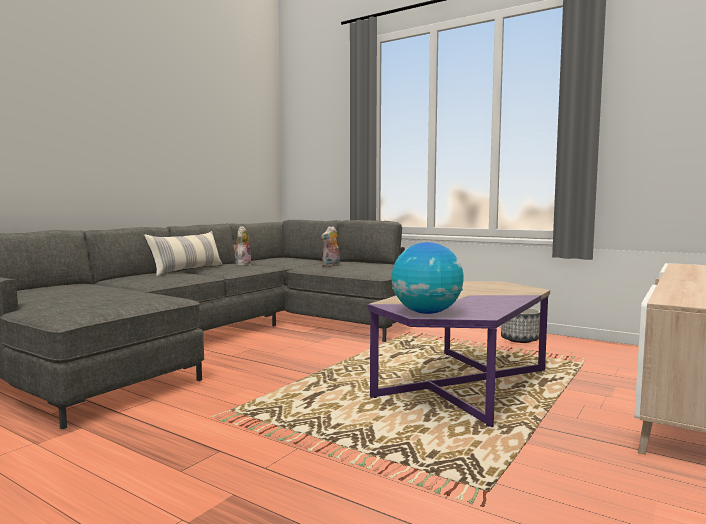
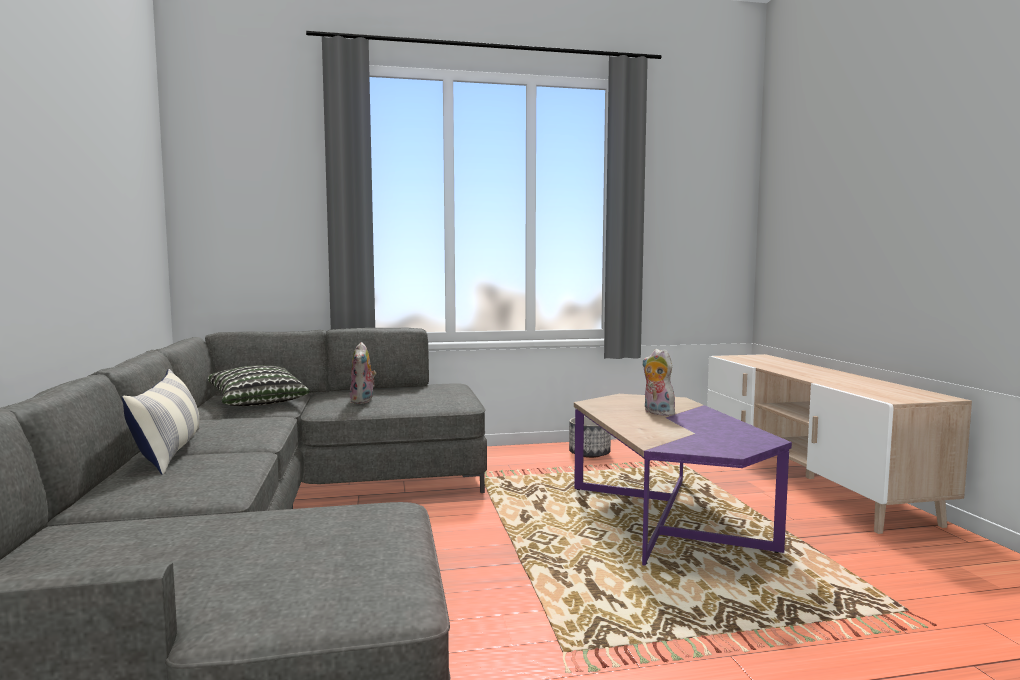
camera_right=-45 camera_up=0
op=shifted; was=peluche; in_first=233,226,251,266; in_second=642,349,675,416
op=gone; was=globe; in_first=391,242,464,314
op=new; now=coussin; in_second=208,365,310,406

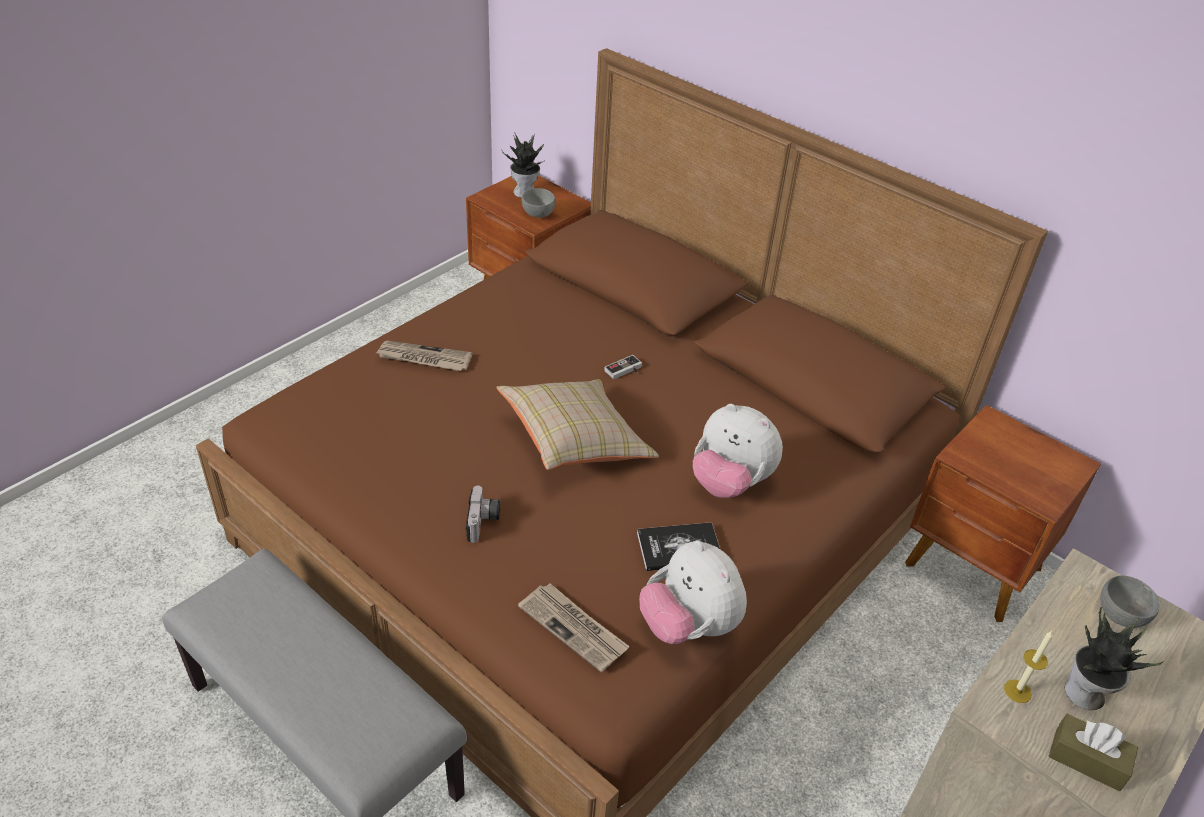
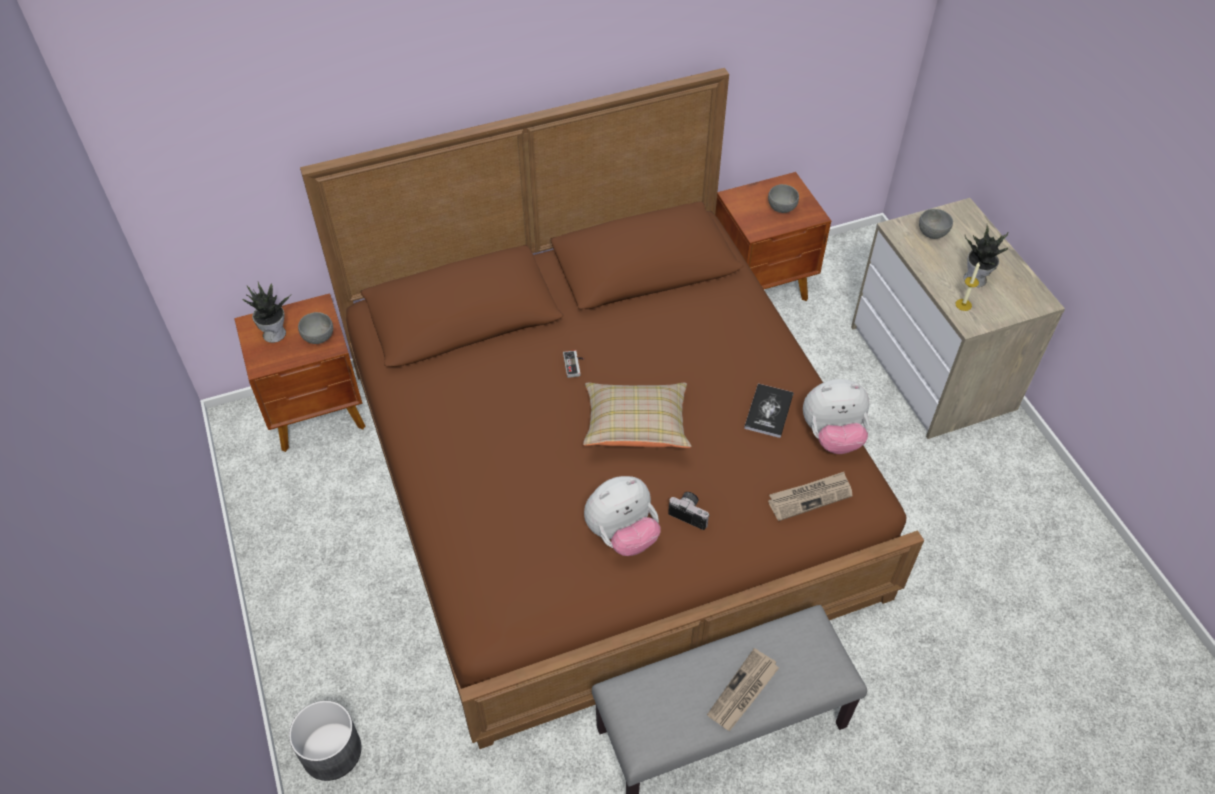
camera_right=-60 camera_up=10
op=shifted; was=journal; in_first=376,341,472,371; in_second=707,648,779,731
op=shifted; was=peluche; in_first=693,404,783,498; in_second=584,476,661,556
op=gone; was=boîte à mouchoirs (marron); in_first=1049,714,1138,791
op=new; now=bol (gris); in_second=768,184,799,213
op=new; now=cache-pot (gris); in_second=289,701,362,781

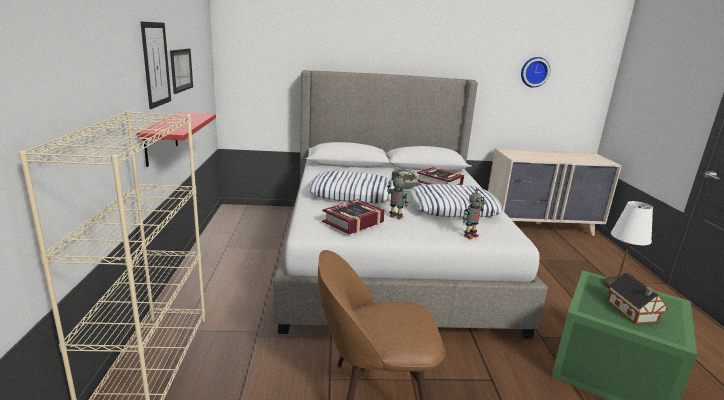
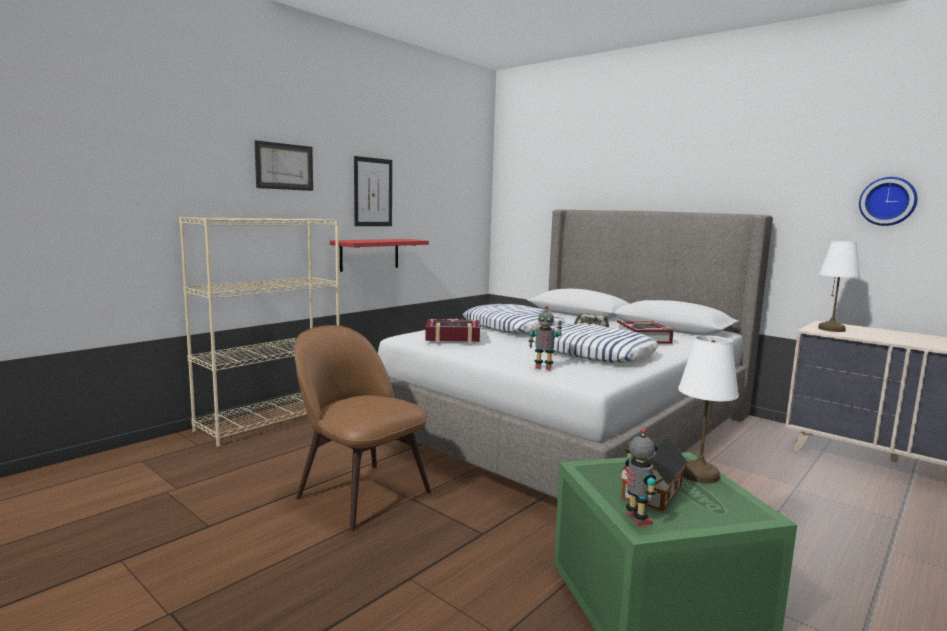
camera_right=45 camera_up=-10
op=shifted; was=tableau; in_first=170,48,193,94; in_second=254,140,313,191
op=shifted; was=robot jouet; in_first=387,173,409,219; in_second=625,428,658,526
op=new; now=lampe de table (blanc); in_second=818,241,860,332

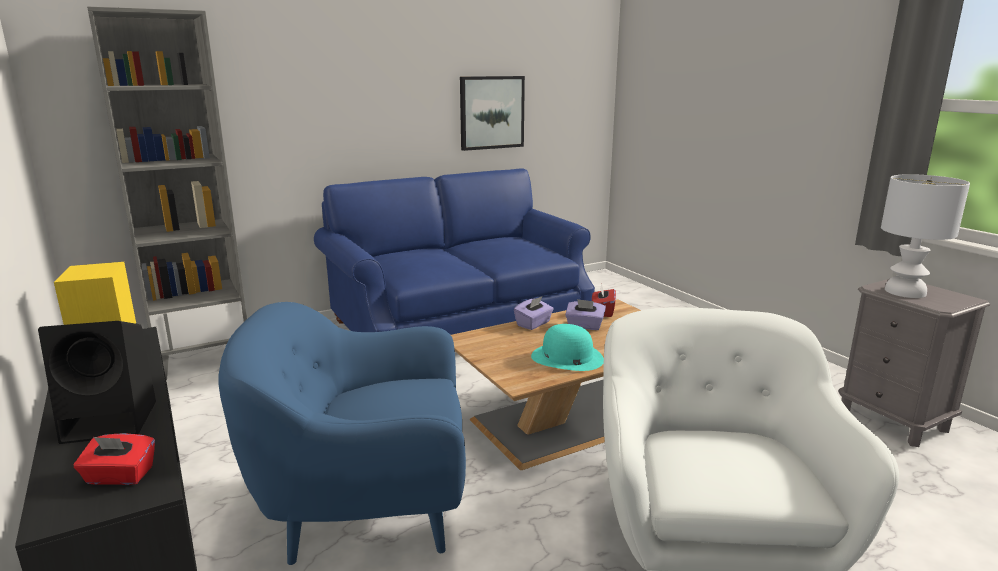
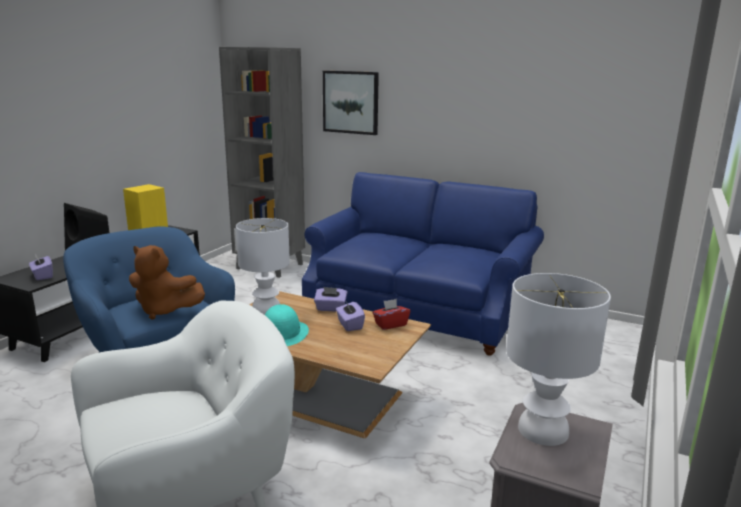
camera_right=55 camera_up=0
op=shifted; was=tableau; in_first=460,76,525,151; in_second=323,71,379,135
op=repainted; was=boîte à mouchoirs (rouge); now=boîte à mouchoirs (violet); in_first=73,433,155,485; in_second=29,253,53,280
op=new; now=lampe de table (blanc); in_second=236,218,290,315
op=new; now=peluche (marron); in_second=129,245,205,320

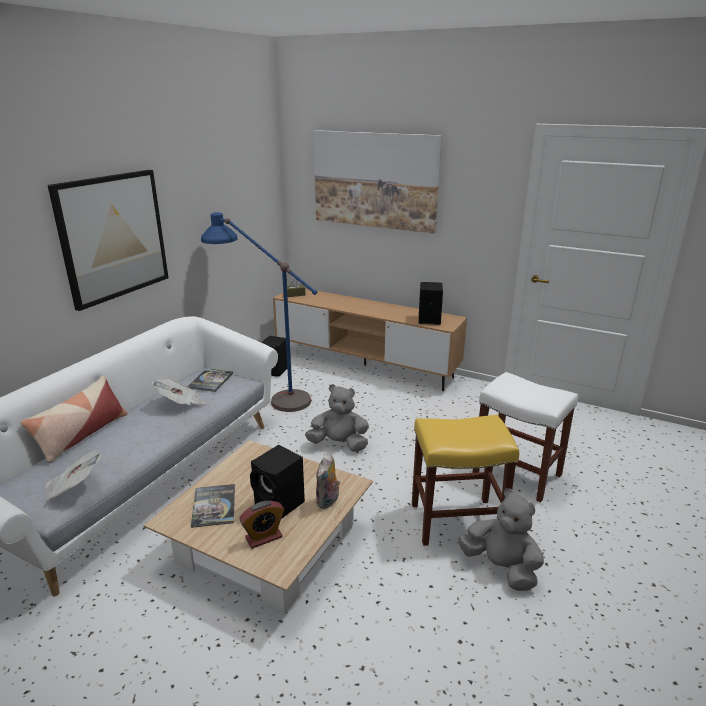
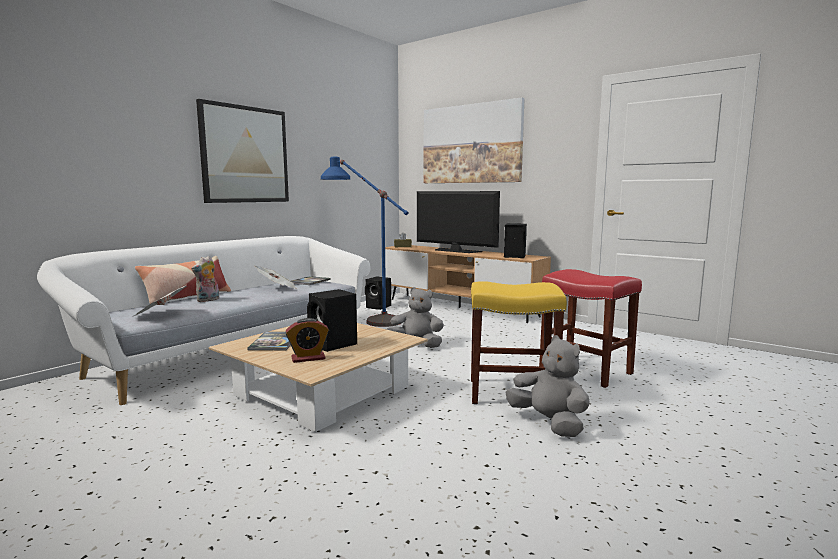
camera_right=10 camera_up=-15
op=repainted; was=tabouret (blanc); now=tabouret (rouge); in_first=472,372,578,503; in_second=539,269,642,388
op=shifted; was=peluche; in_first=316,453,340,509; in_second=191,256,219,302
op=new; now=téléviseur; in_second=417,191,500,253

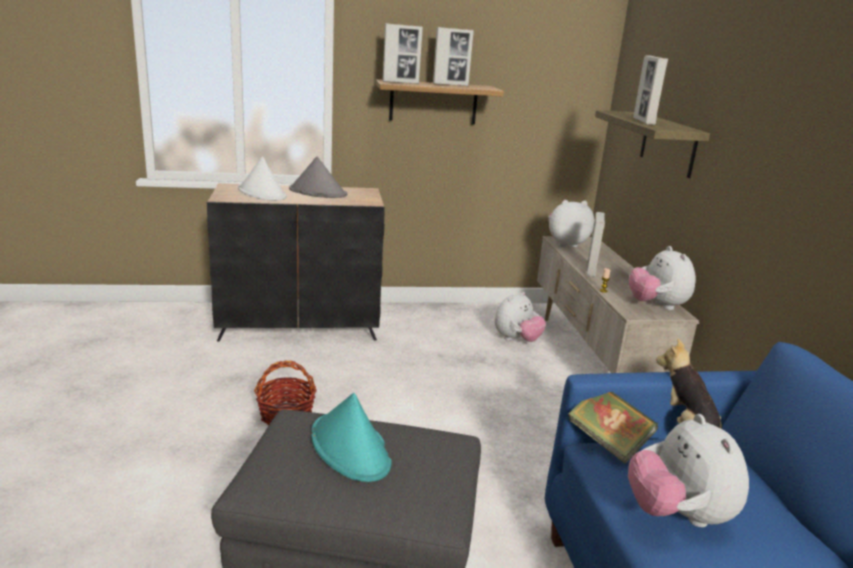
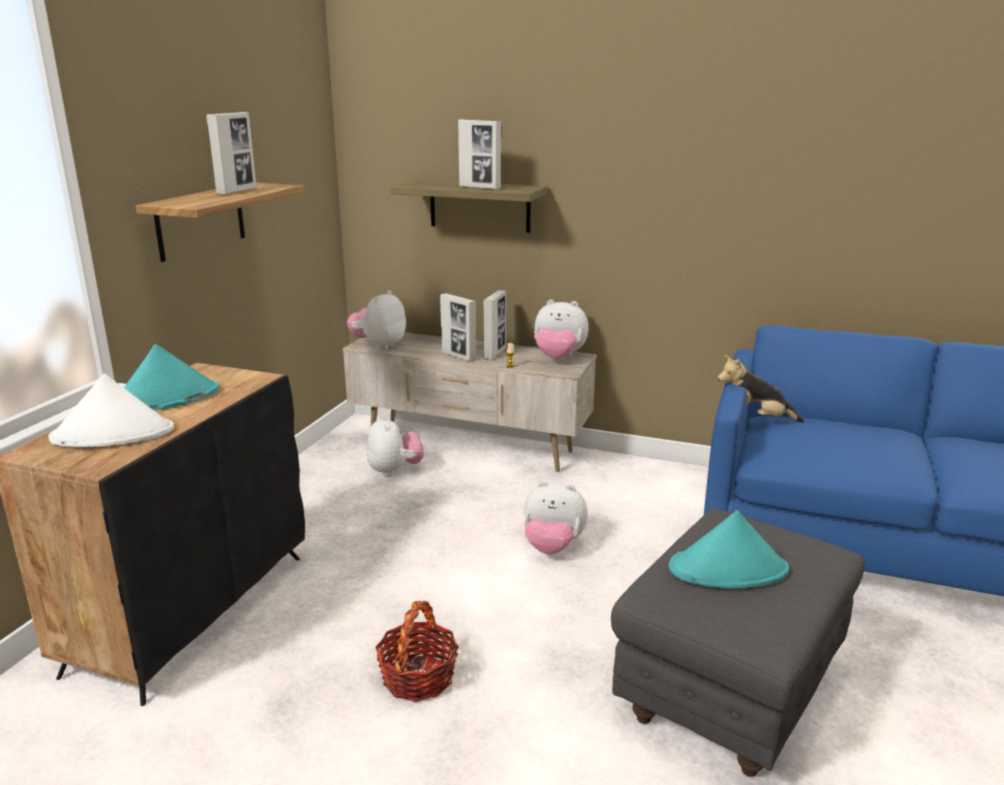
camera_right=-60 camera_up=0
op=shifted; was=cadre photo; in_first=382,23,423,84; in_second=483,290,506,360
op=repainted; was=chapeau (gris); now=chapeau (turquoise); in_first=289,156,347,198; in_second=124,344,219,410
op=gone; was=livre; in_first=568,392,658,464
op=shifted; was=peluche; in_first=628,414,749,527; in_second=524,481,588,554

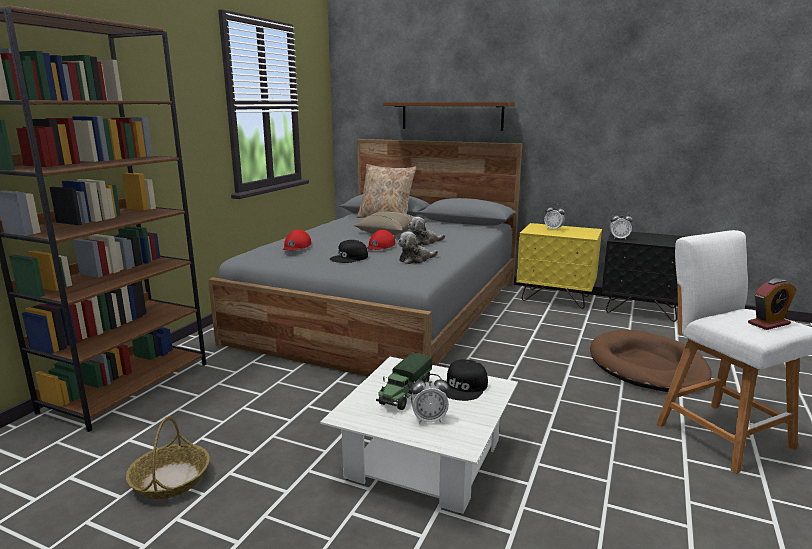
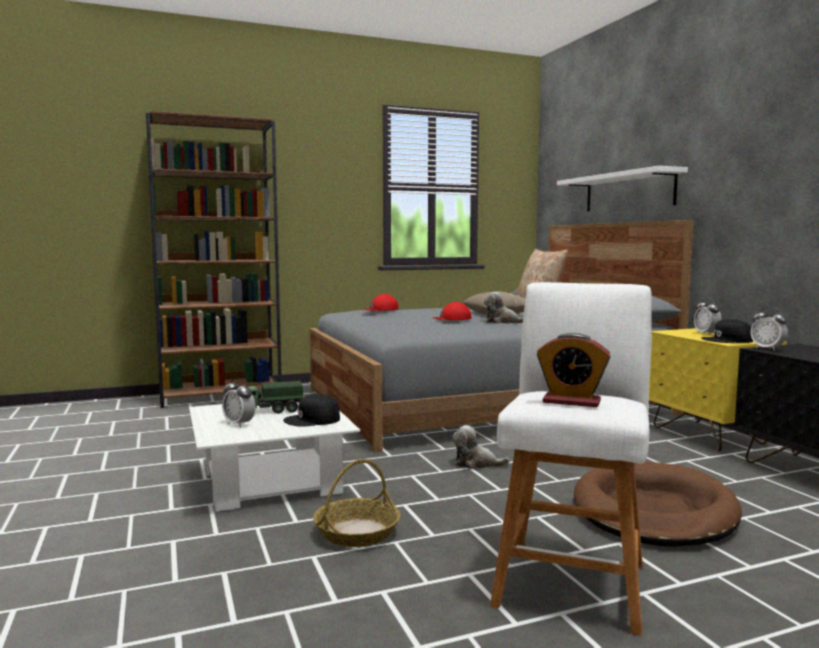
camera_right=45 camera_up=-10
op=repainted; was=étagère (marron); now=étagère (blanc); in_first=383,102,515,131; in_second=557,166,688,211
op=shifted; was=peluche; in_first=398,232,438,264; in_second=452,425,510,469
op=shifted; was=casquette (noir); in_first=330,240,368,263; in_second=701,319,753,343
op=shifted; was=panier; in_first=126,416,210,499; in_second=313,459,400,547

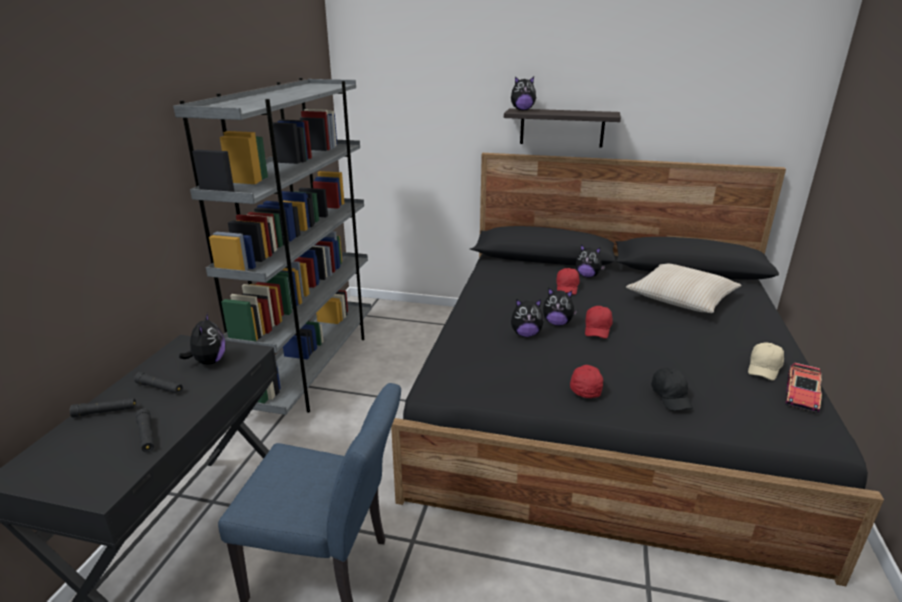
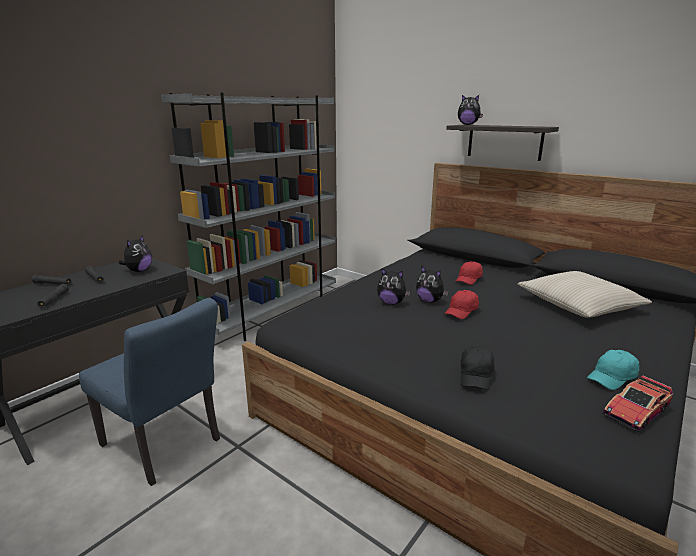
camera_right=25 camera_up=-5
op=gone; was=peluche; in_first=576,245,606,277
op=repainted; was=casquette (beige); now=casquette (turquoise); in_first=748,342,784,381; in_second=587,350,639,390
op=gone; was=casquette (rouge); in_first=570,365,603,398

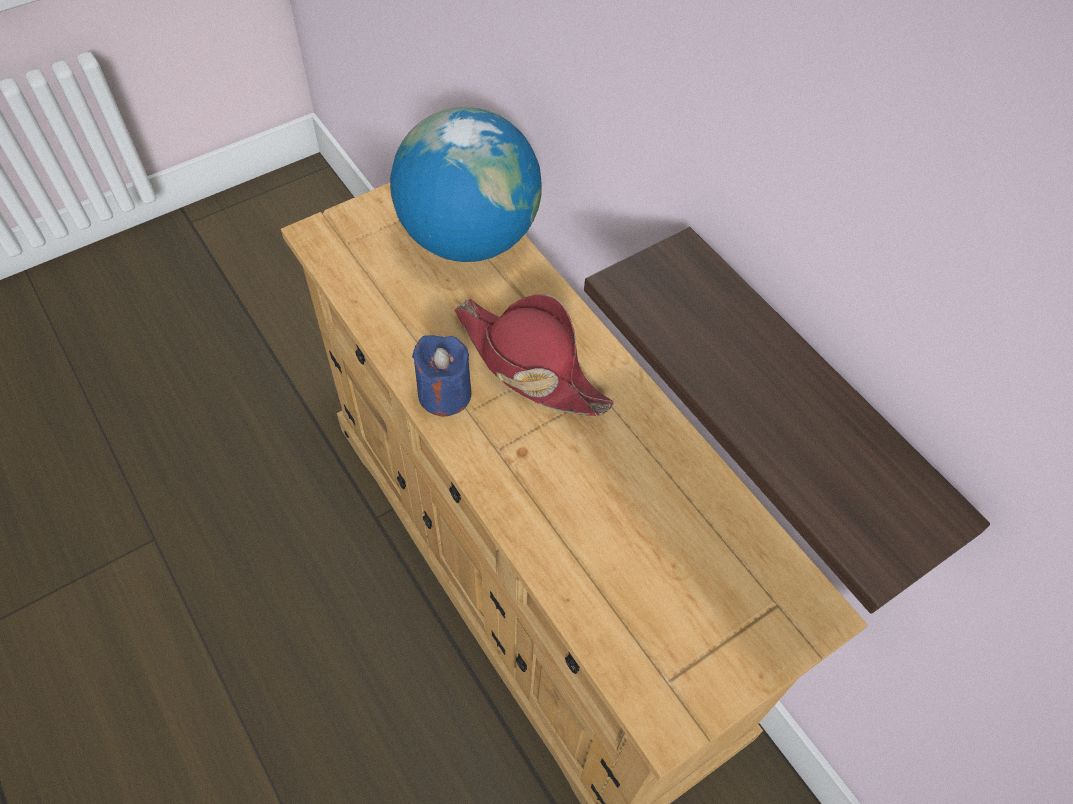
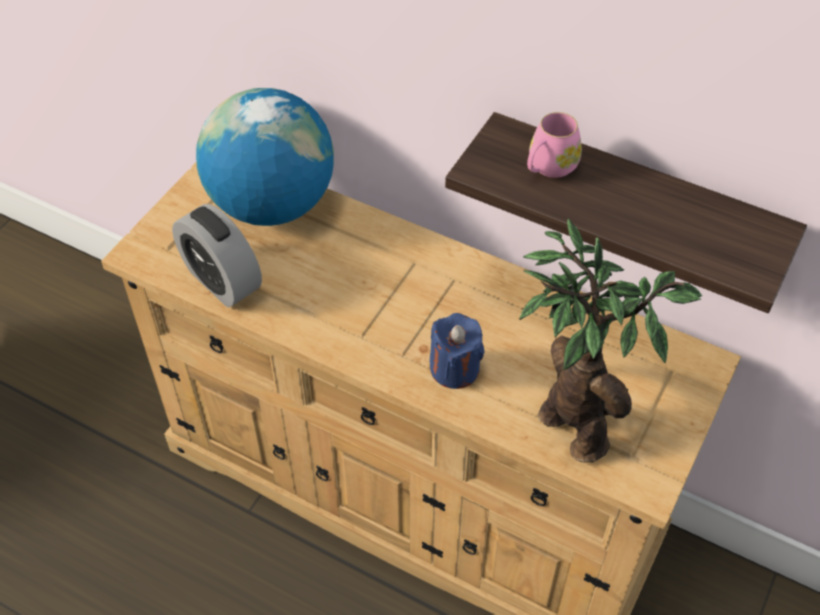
camera_right=-25 camera_up=-5
op=gone; was=chapeau (rouge); in_first=455,294,614,416
op=shifted; was=bougie (bleu); in_first=412,335,471,416; in_second=430,313,485,389
op=new; now=mug (rose); in_second=527,112,582,178
op=new; now=réveil; in_second=172,204,262,307
op=new; now=plante en pot; in_second=519,219,702,462

